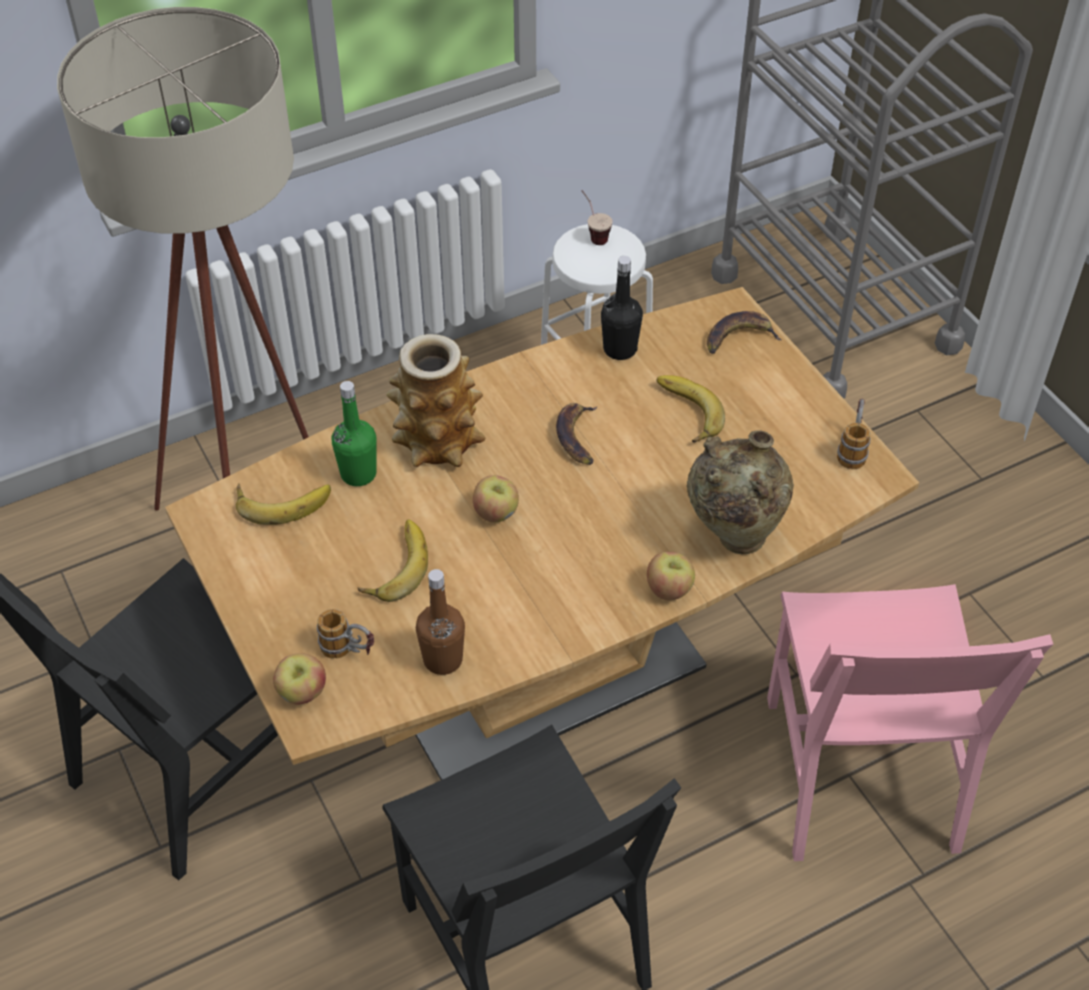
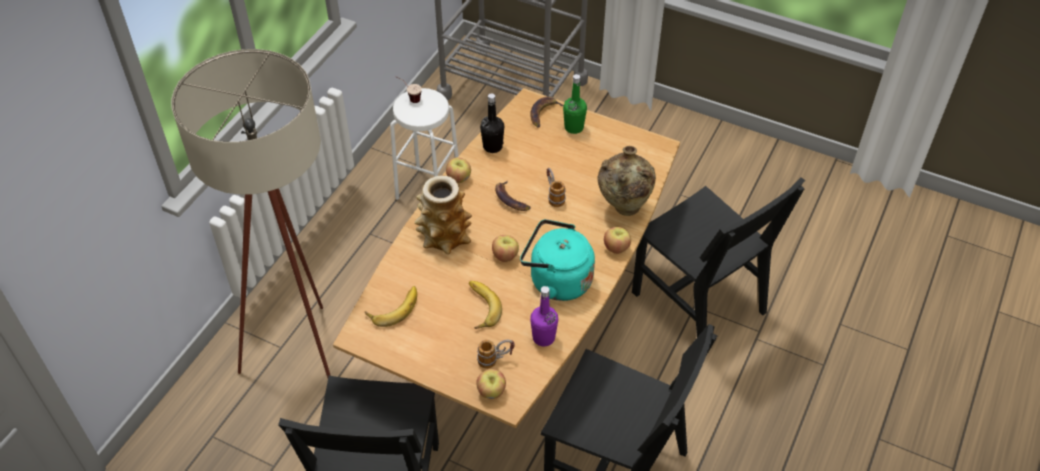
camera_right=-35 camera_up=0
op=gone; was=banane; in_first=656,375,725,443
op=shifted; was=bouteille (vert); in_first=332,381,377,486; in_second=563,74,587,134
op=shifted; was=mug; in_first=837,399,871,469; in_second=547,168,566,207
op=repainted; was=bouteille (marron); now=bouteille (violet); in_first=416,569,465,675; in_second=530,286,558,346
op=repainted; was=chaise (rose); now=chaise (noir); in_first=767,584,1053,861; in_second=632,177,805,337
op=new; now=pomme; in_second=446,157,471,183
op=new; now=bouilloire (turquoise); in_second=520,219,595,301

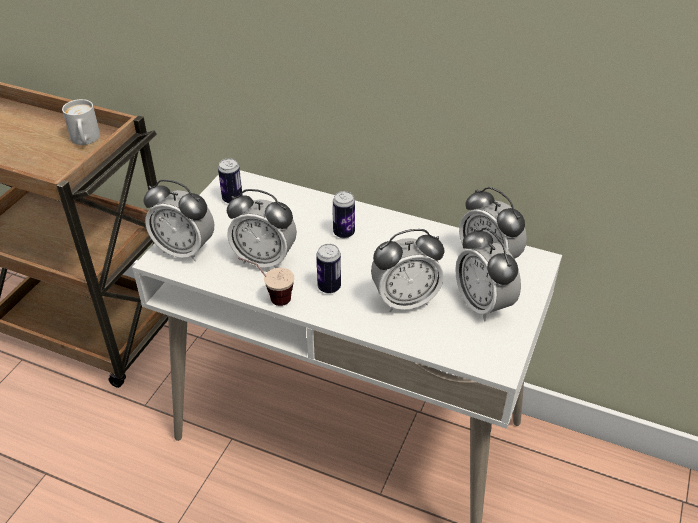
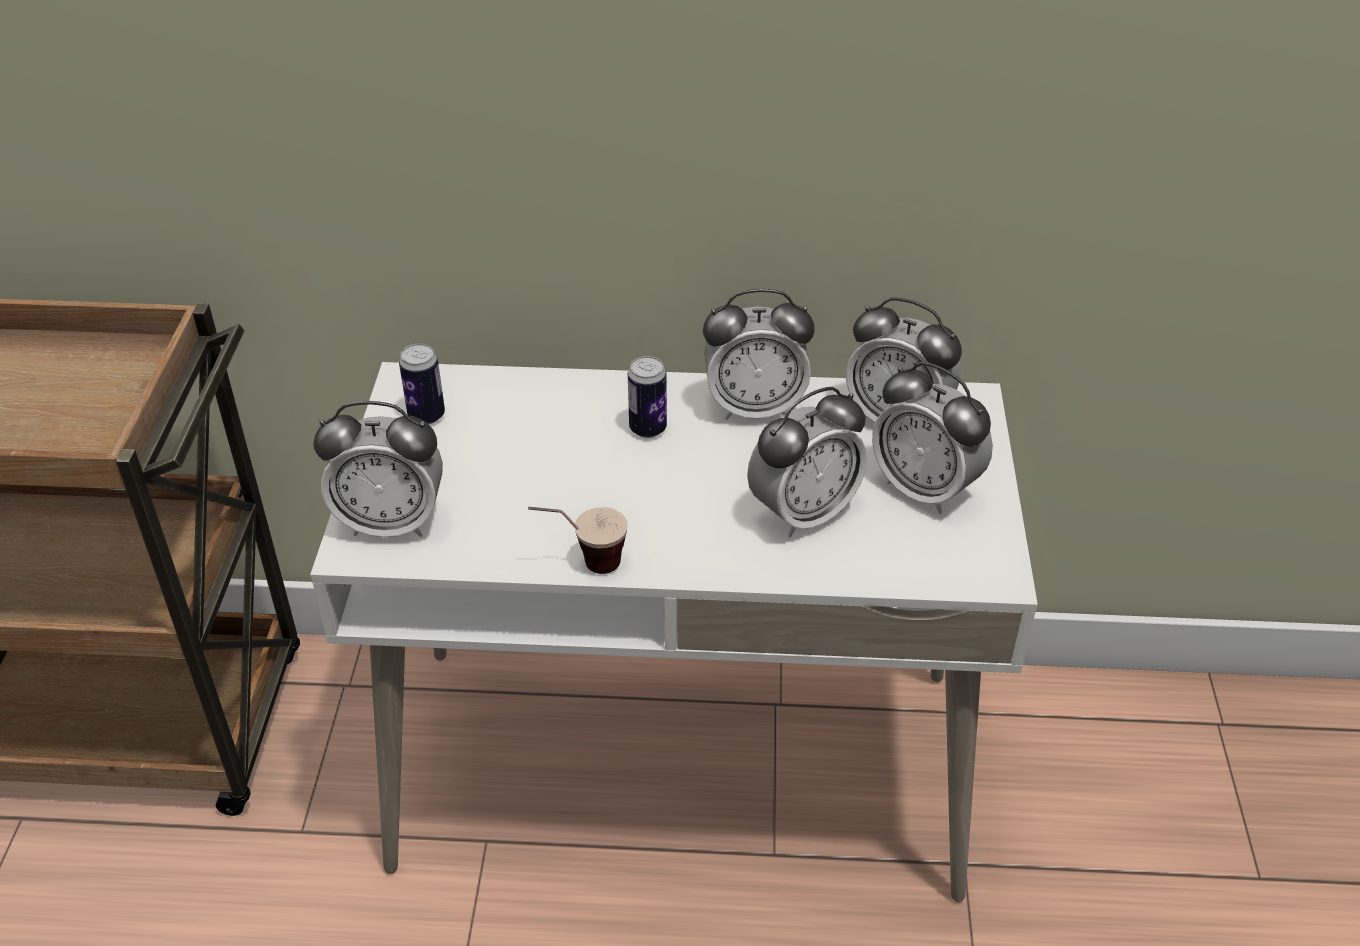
camera_right=-20 camera_up=0
op=gone; was=mug (blanc); in_first=62,99,100,145
op=shifted; was=réveil; in_first=227,189,297,268; in_second=703,289,815,420
op=gone; was=boîte métallique; in_first=316,244,341,294

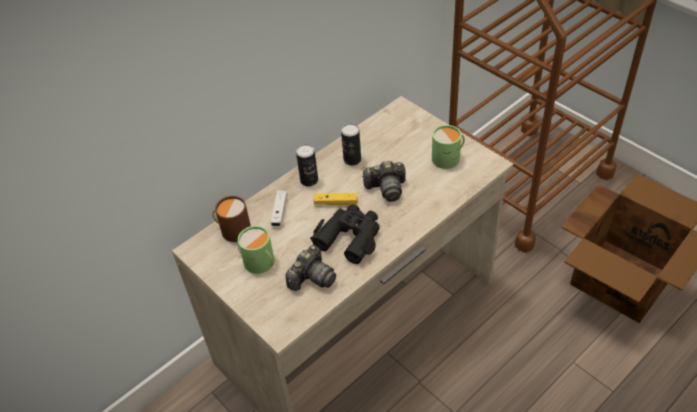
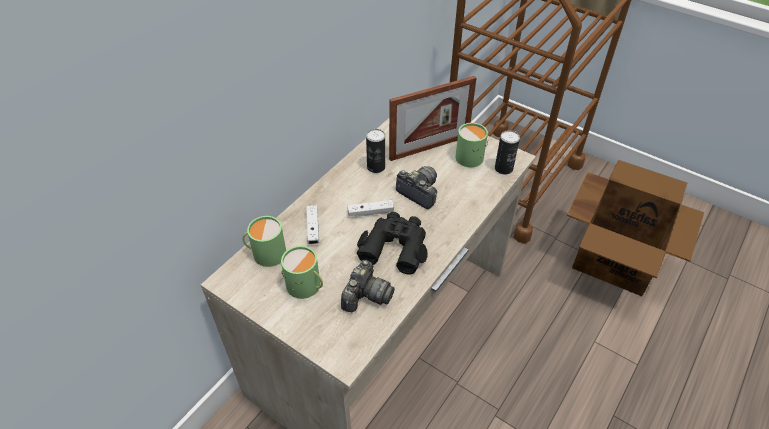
camera_right=-15 camera_up=0
op=shifted; was=boîte métallique; in_first=296,144,318,186; in_second=495,130,520,175
op=rotated; was=appareil photo; in_first=362,161,406,202; in_second=396,166,437,209; clockwise=-120
op=repainted; was=manette (jaune); now=manette (blanc); in_first=314,193,357,205; in_second=347,200,394,216
op=repainted; was=mug (marron); now=mug (vert); in_first=212,196,251,242; in_second=242,216,286,267
op=new; now=cadre photo; in_second=389,76,477,161

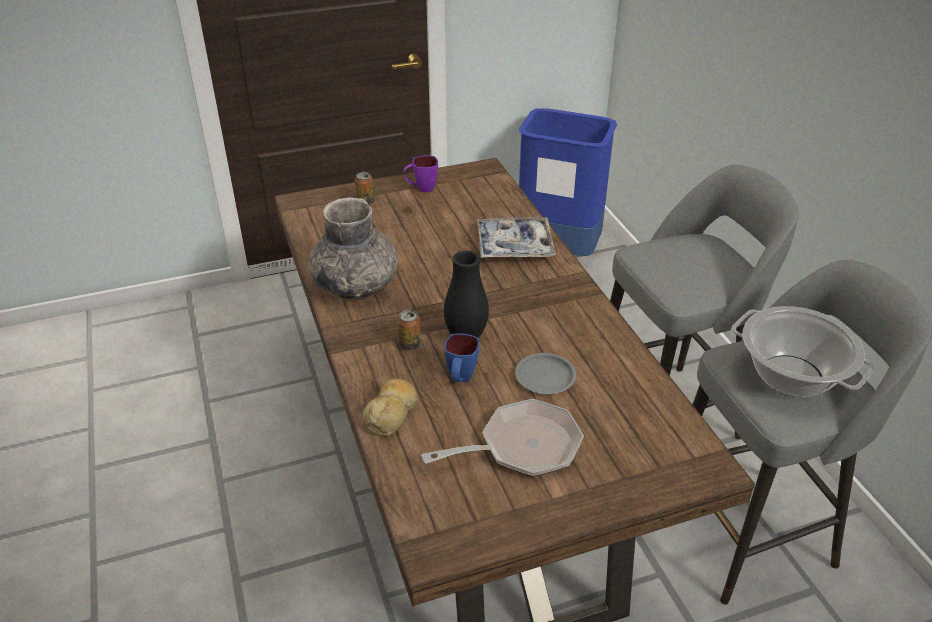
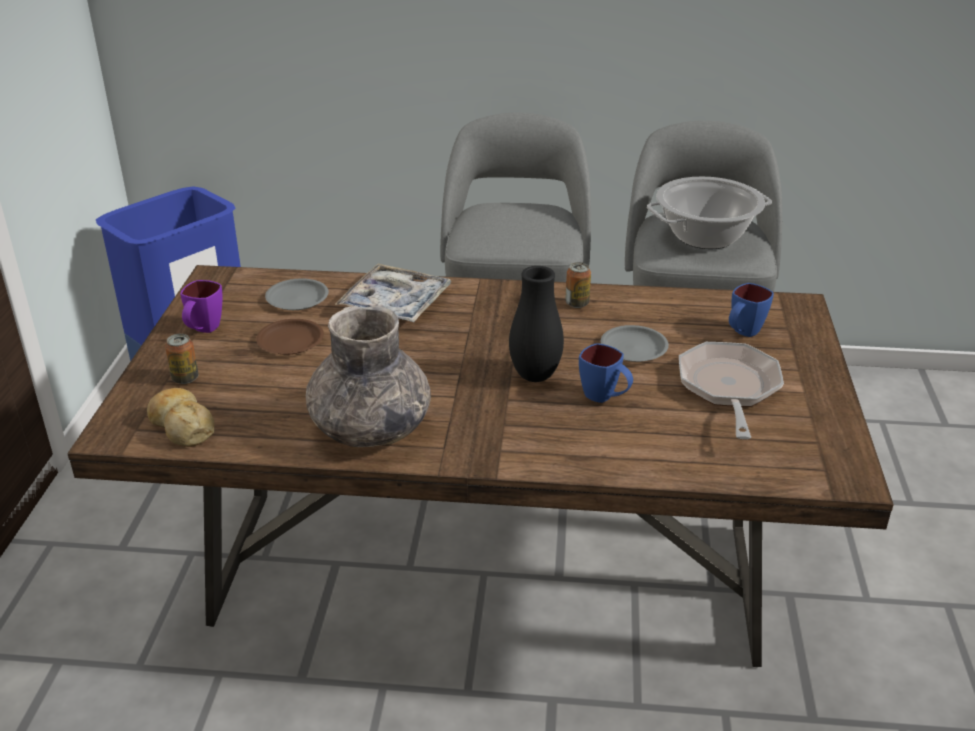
camera_right=-65 camera_up=-5
op=shifted; was=boîte métallique; in_first=397,309,421,350; in_second=565,262,591,308
op=shifted; was=pain; in_first=362,379,418,436; in_second=147,388,214,447
op=new; now=assiette (gris); in_second=265,278,329,310
op=new; now=mug (bleu); in_second=729,283,774,337
op=new; now=assiette (marron); in_second=256,319,324,355

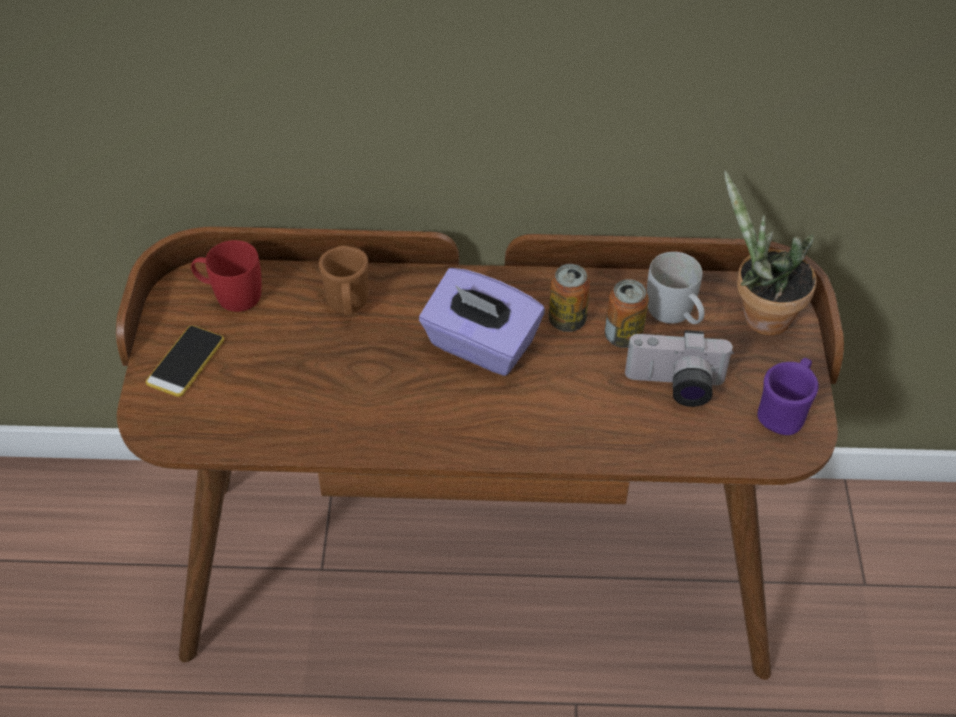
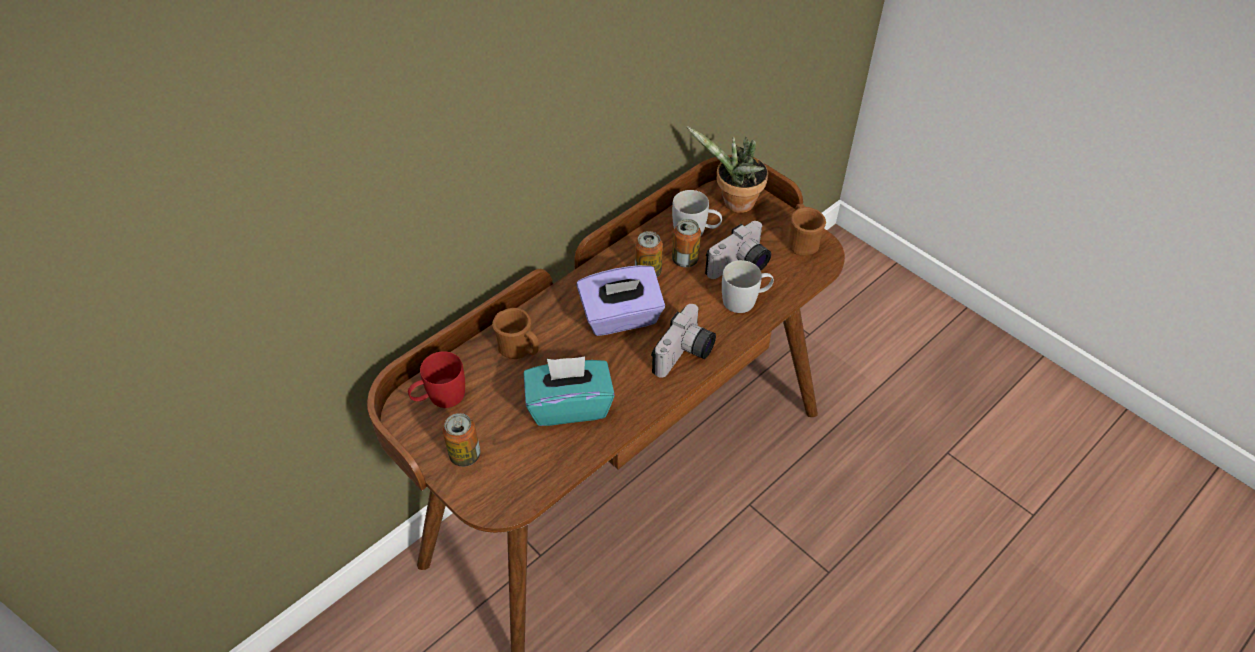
camera_right=-45 camera_up=0
op=swapped; was=téléphone; now=boîte métallique; in_first=146,325,224,397; in_second=443,413,480,467
op=repainted; was=mug (violet); now=mug (marron); in_first=757,358,819,435; in_second=789,204,826,256
op=new; now=mug (blanc); in_second=722,260,774,313
op=new; now=appareil photo; in_second=651,304,716,378
op=new; now=boîte à mouchoirs (turquoise); in_second=524,357,615,426

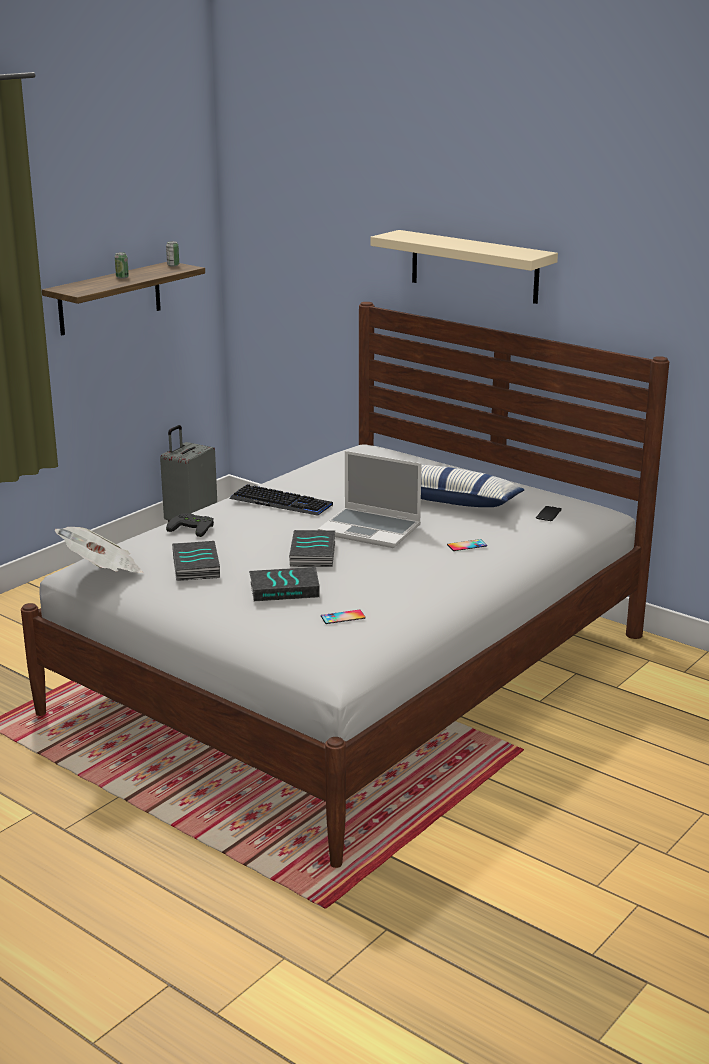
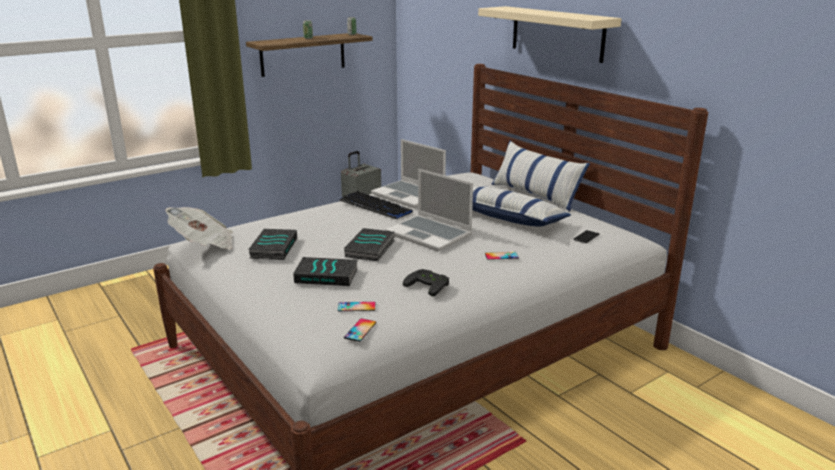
camera_right=15 camera_up=0
op=shifted; was=manette (noir); in_first=166,513,214,537; in_second=403,269,449,297
op=new; now=ordinateur portable; in_second=371,139,446,208
op=new; now=coussin; in_second=491,141,590,211
op=new; now=téléphone; in_second=344,318,377,342

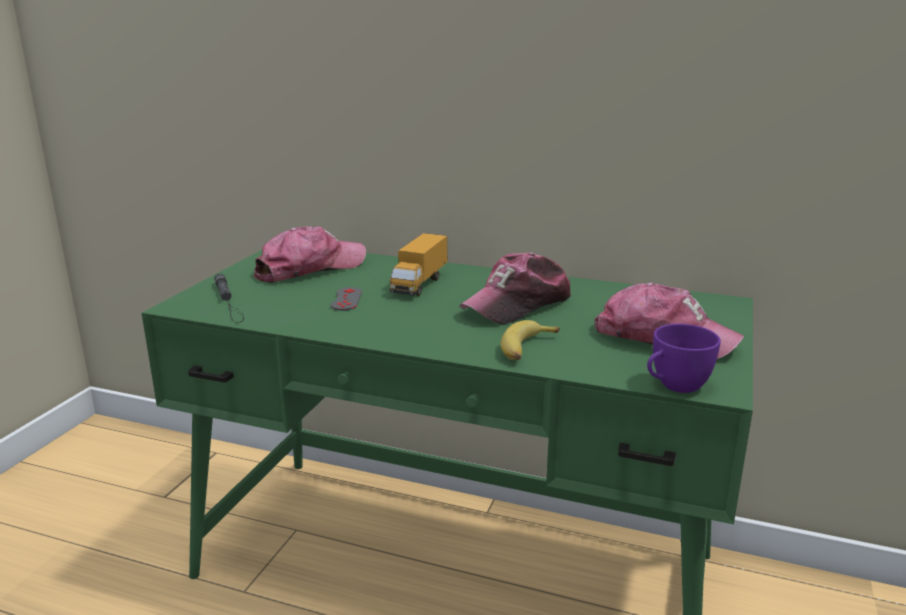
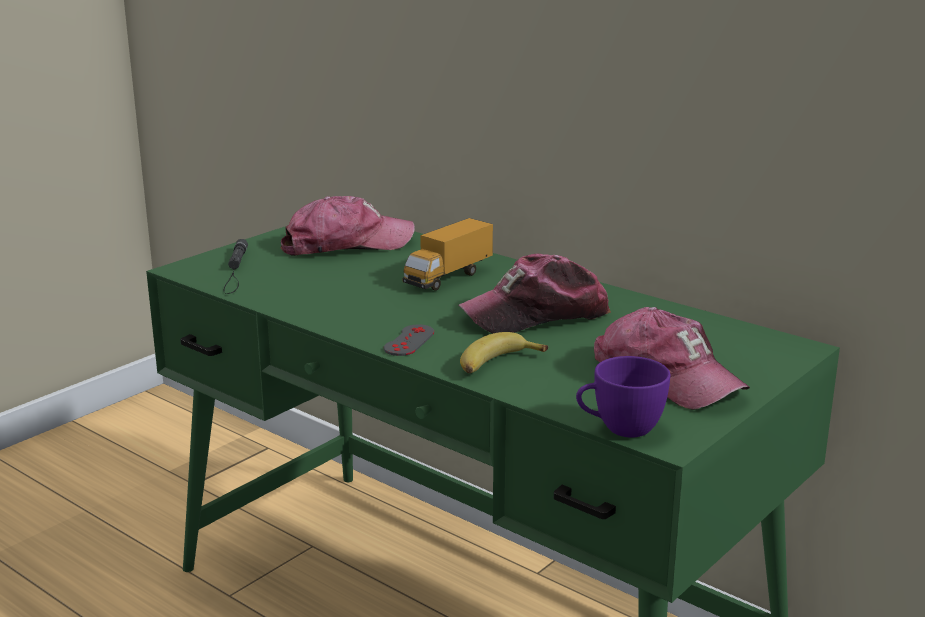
camera_right=20 camera_up=0
op=shifted; was=manette (gris); in_first=331,287,362,311; in_second=384,324,434,356

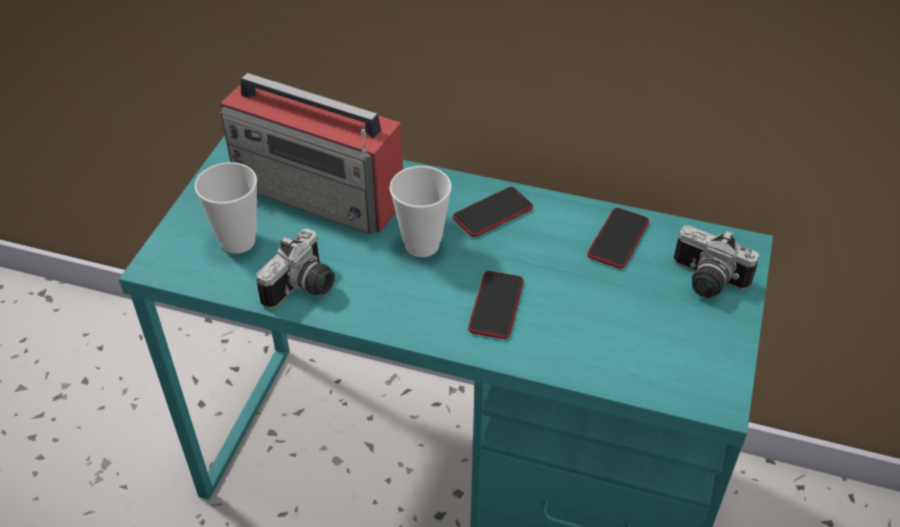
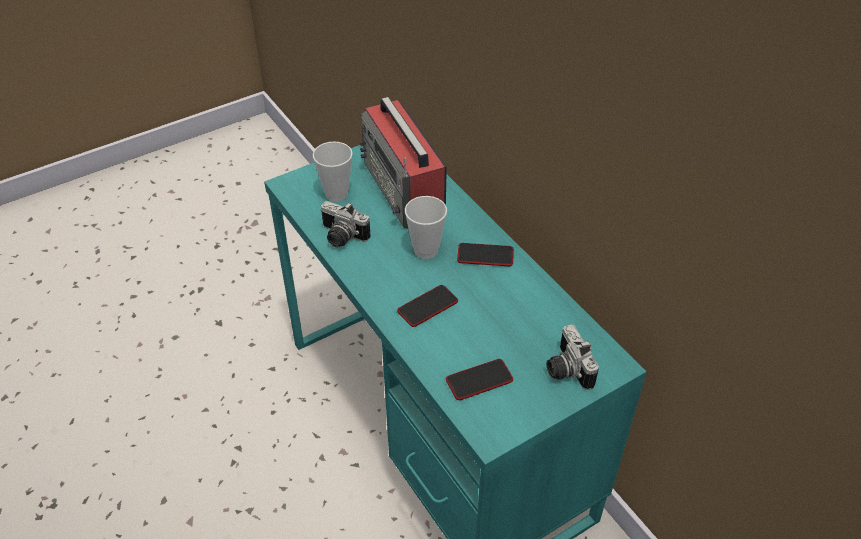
camera_right=40 camera_up=0
op=shifted; was=téléphone; in_first=587,208,649,268; in_second=446,359,513,400
op=rotated; was=appareil photo; in_first=256,229,335,309; in_second=320,201,371,248; clockwise=45

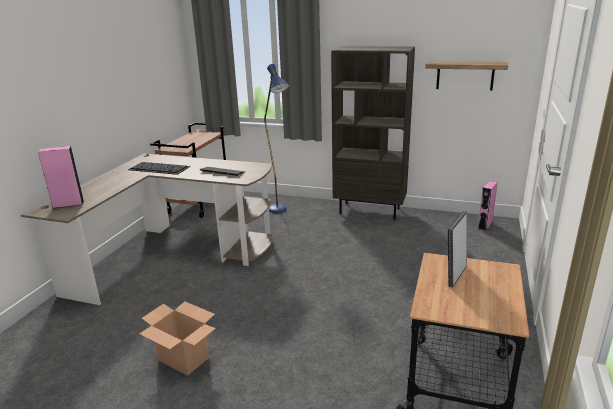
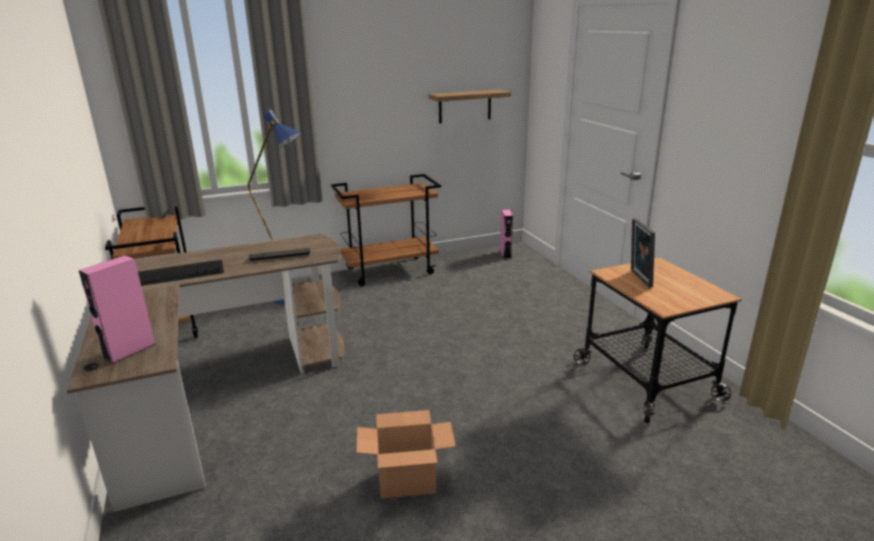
camera_right=-40 camera_up=0
op=swapped; was=bibliothèque (marron); now=chariot (marron); in_first=331,46,415,220; in_second=331,174,441,286

